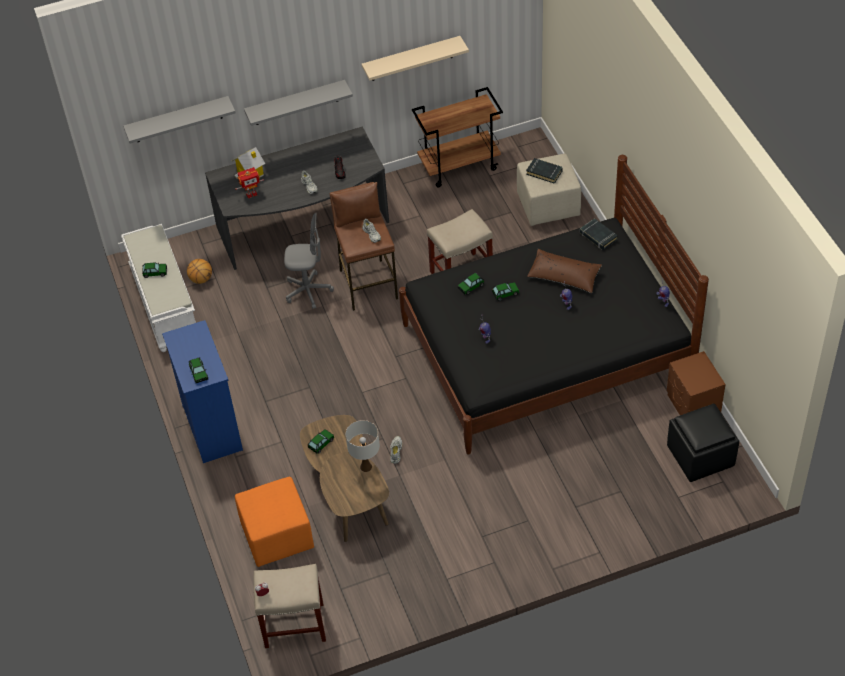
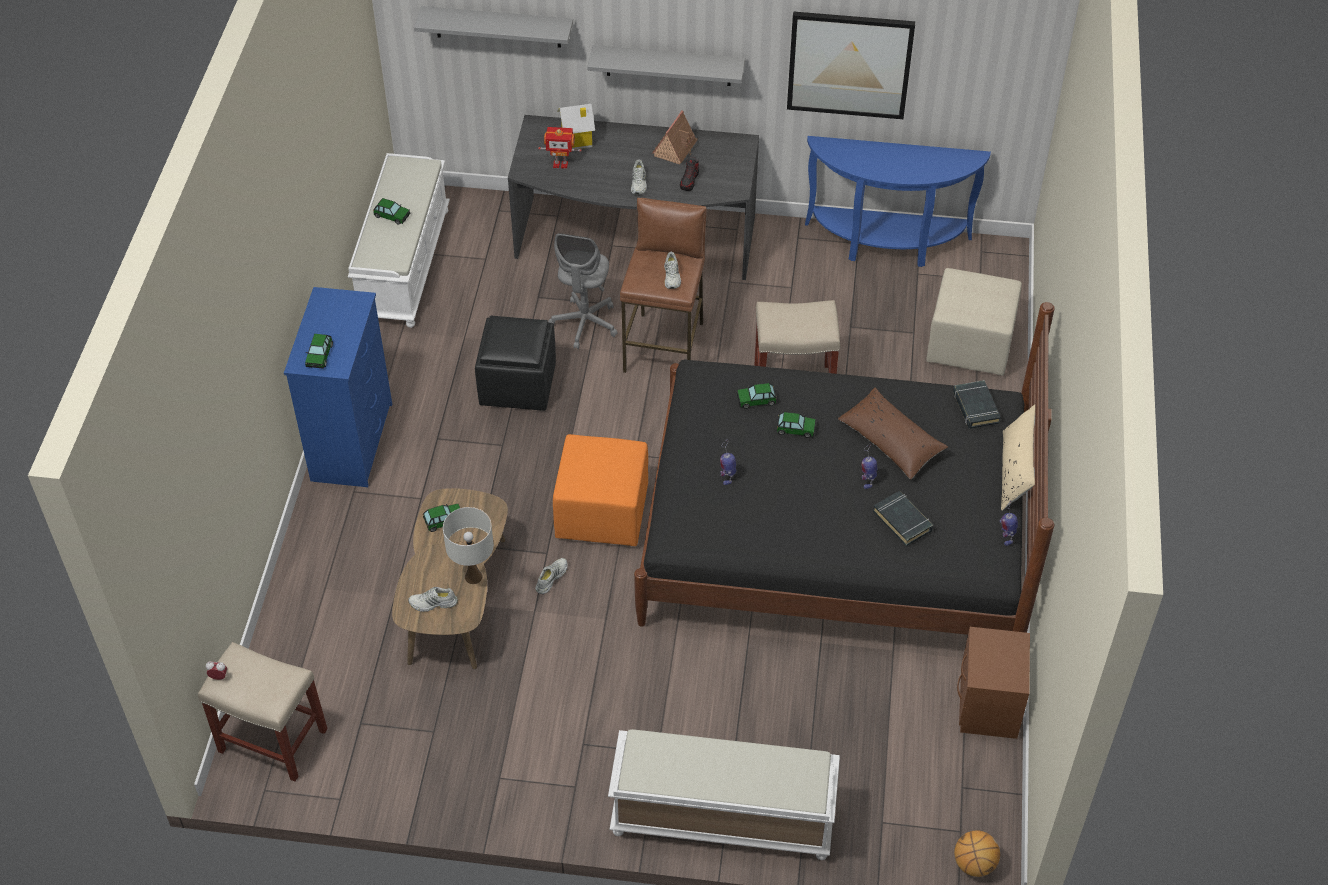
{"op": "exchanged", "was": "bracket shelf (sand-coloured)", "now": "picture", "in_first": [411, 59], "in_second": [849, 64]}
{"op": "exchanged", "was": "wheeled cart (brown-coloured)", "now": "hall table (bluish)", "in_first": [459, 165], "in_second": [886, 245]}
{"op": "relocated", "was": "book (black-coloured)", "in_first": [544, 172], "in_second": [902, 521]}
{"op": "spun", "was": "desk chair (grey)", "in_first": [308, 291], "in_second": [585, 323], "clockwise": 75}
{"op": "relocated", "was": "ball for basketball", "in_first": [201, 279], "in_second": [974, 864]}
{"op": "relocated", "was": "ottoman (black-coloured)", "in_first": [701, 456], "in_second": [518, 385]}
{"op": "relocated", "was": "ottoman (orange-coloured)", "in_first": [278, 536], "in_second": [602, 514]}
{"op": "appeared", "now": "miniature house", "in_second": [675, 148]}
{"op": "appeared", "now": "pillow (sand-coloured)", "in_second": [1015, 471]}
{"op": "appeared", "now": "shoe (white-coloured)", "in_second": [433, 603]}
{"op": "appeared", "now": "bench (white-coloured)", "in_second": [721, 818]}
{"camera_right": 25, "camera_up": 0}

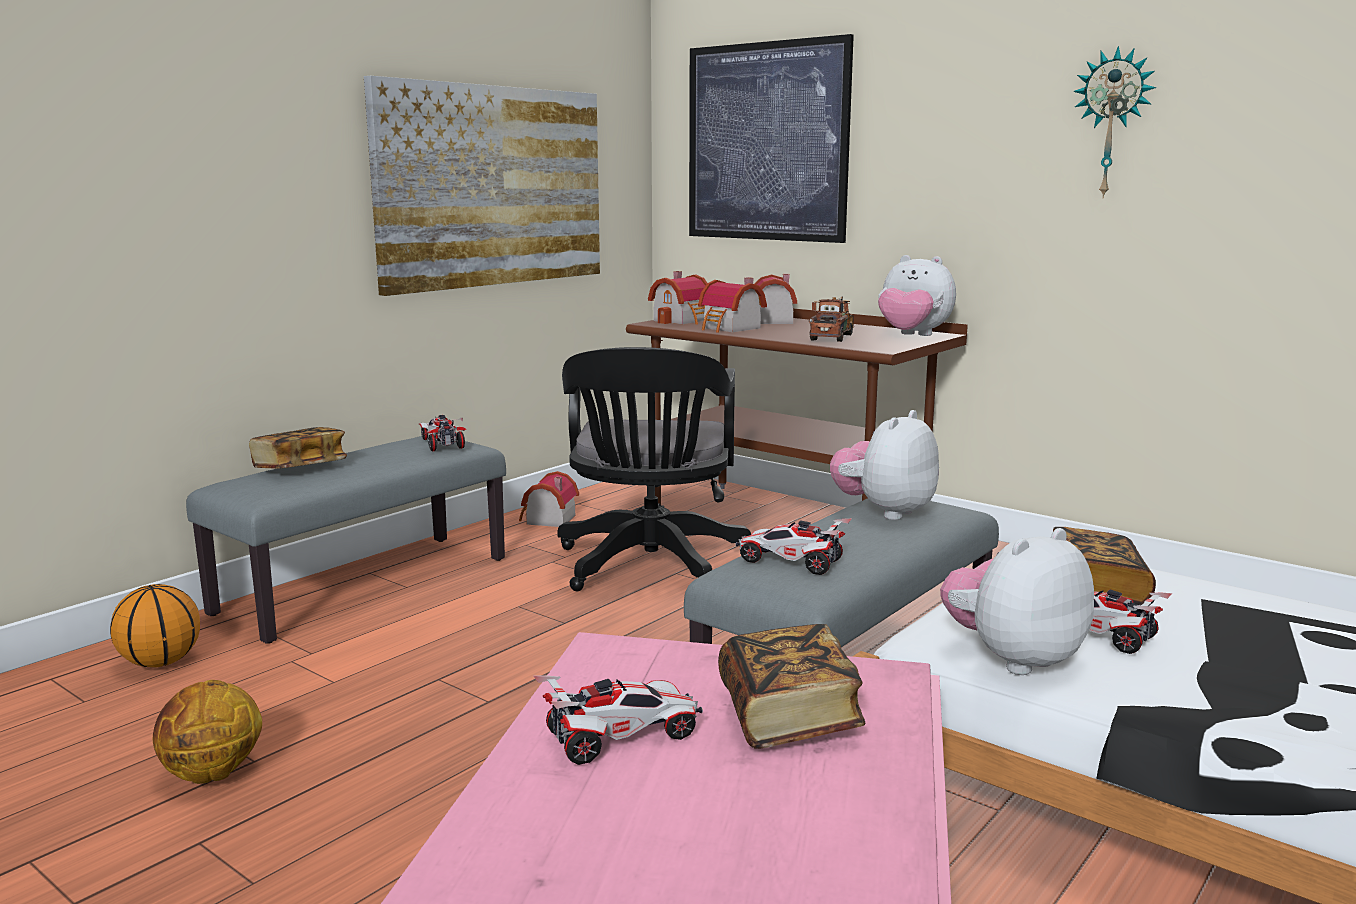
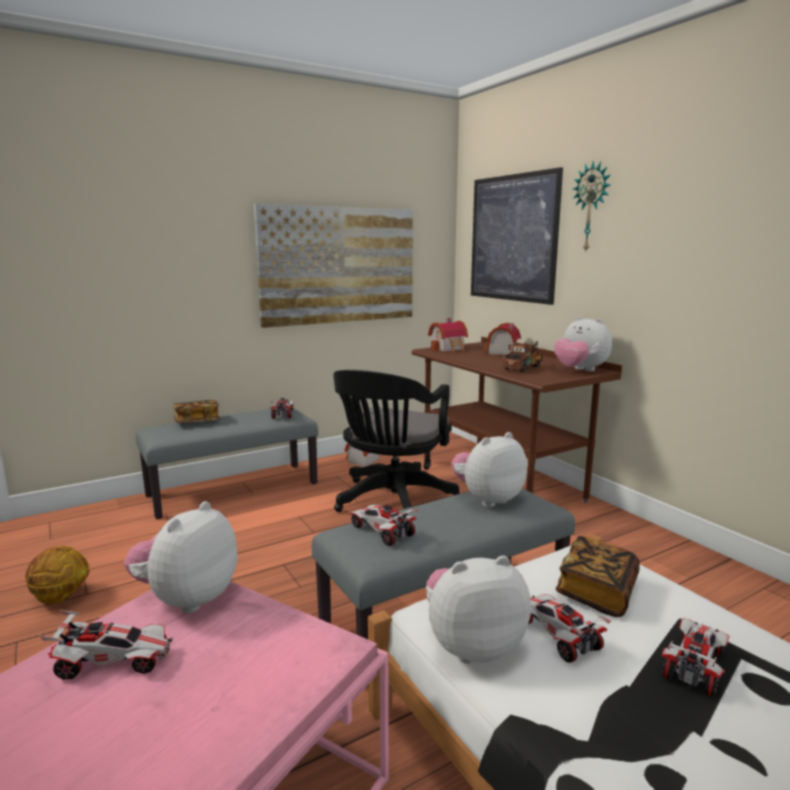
{"op": "relocated", "was": "clock on the wall", "in_first": [1112, 123], "in_second": [592, 207]}
{"op": "missing", "was": "miniature house", "in_first": [730, 328]}
{"op": "missing", "was": "ball for basketball", "in_first": [160, 663]}
{"op": "missing", "was": "book", "in_first": [788, 716]}
{"op": "appeared", "now": "soft toy", "in_second": [187, 599]}
{"op": "appeared", "now": "model car", "in_second": [694, 665]}
{"camera_right": 20, "camera_up": 0}

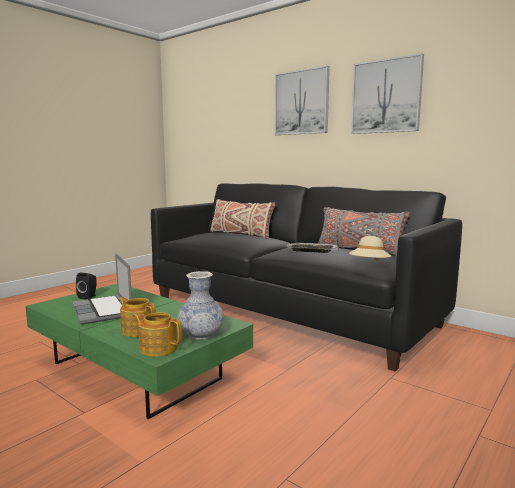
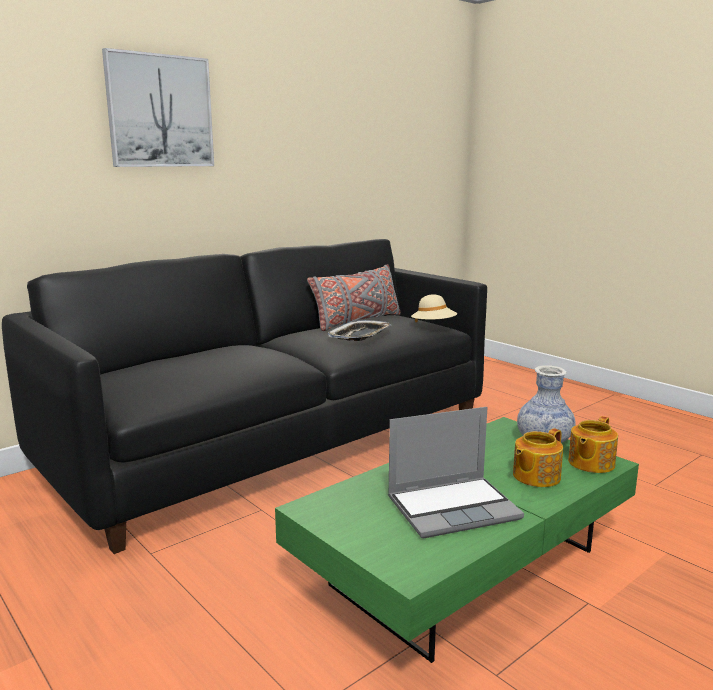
{"op": "missing", "was": "picture", "in_first": [386, 96]}
{"op": "missing", "was": "pillow (sand-coloured)", "in_first": [241, 234]}
{"op": "missing", "was": "audio speaker (black-coloured)", "in_first": [88, 297]}
{"camera_right": -80, "camera_up": 5}

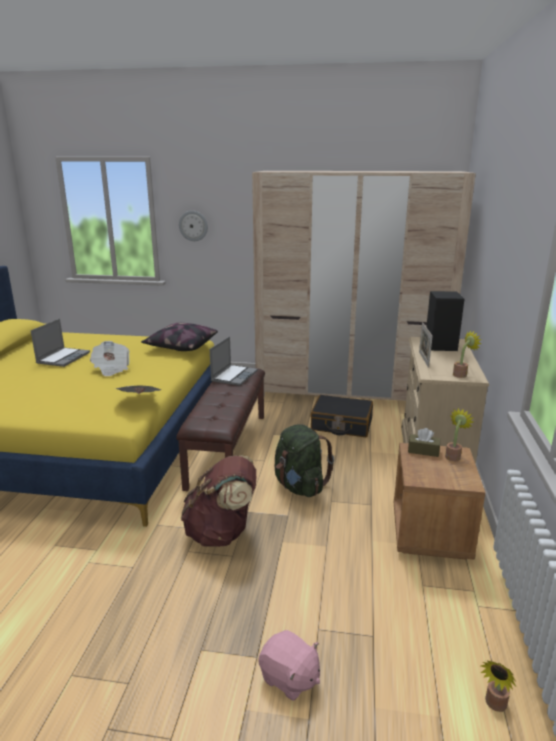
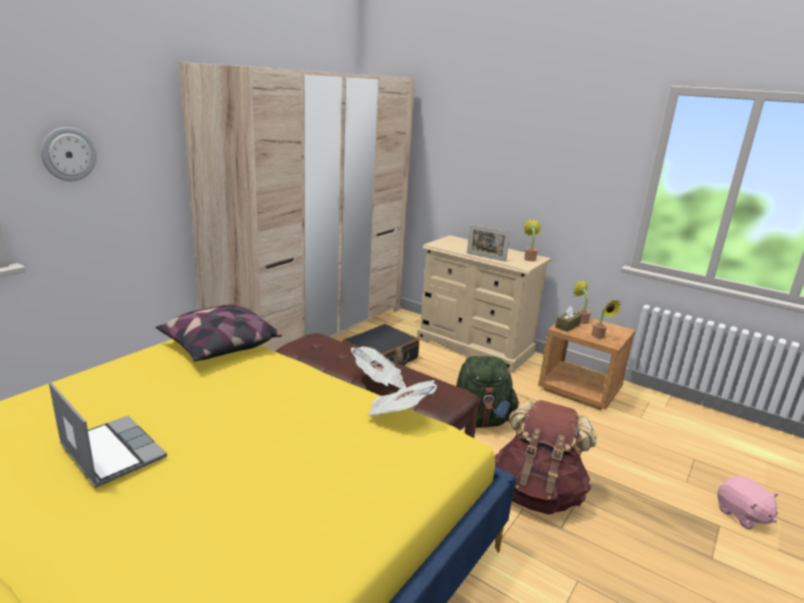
{"op": "missing", "was": "audio speaker (black-coloured)", "in_first": [441, 346]}
{"op": "missing", "was": "portable computer", "in_first": [234, 376]}
{"op": "relocated", "was": "daily paper", "in_first": [111, 368], "in_second": [379, 381]}
{"op": "spun", "was": "soft toy (pink-coloured)", "in_first": [289, 678], "in_second": [742, 515], "clockwise": 90}
{"op": "relocated", "was": "houseplant", "in_first": [494, 705], "in_second": [600, 336]}
{"camera_right": -65, "camera_up": 0}

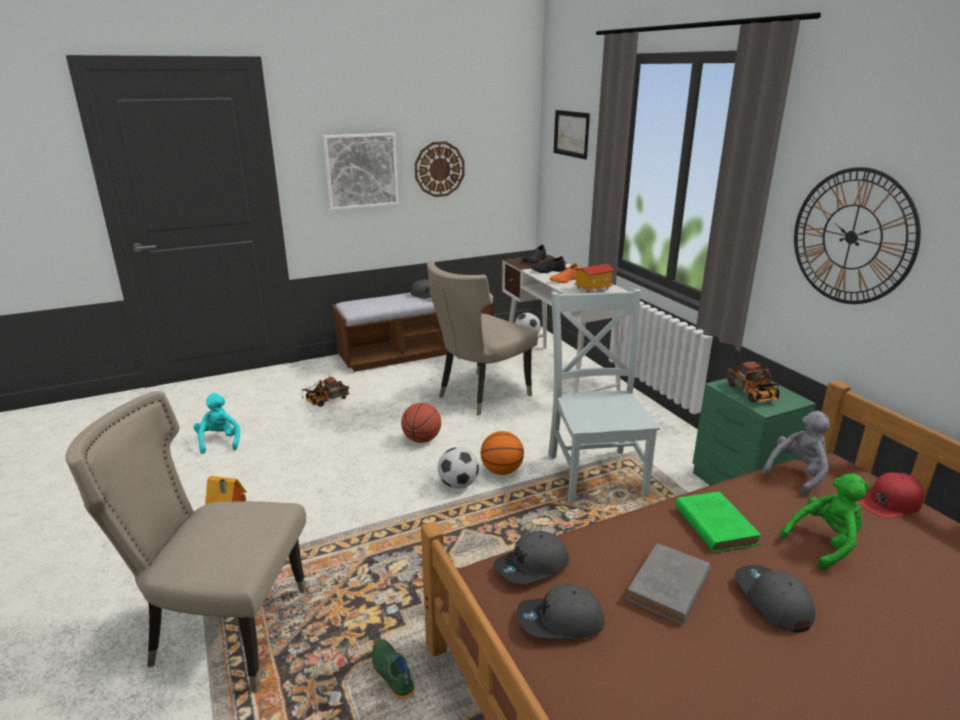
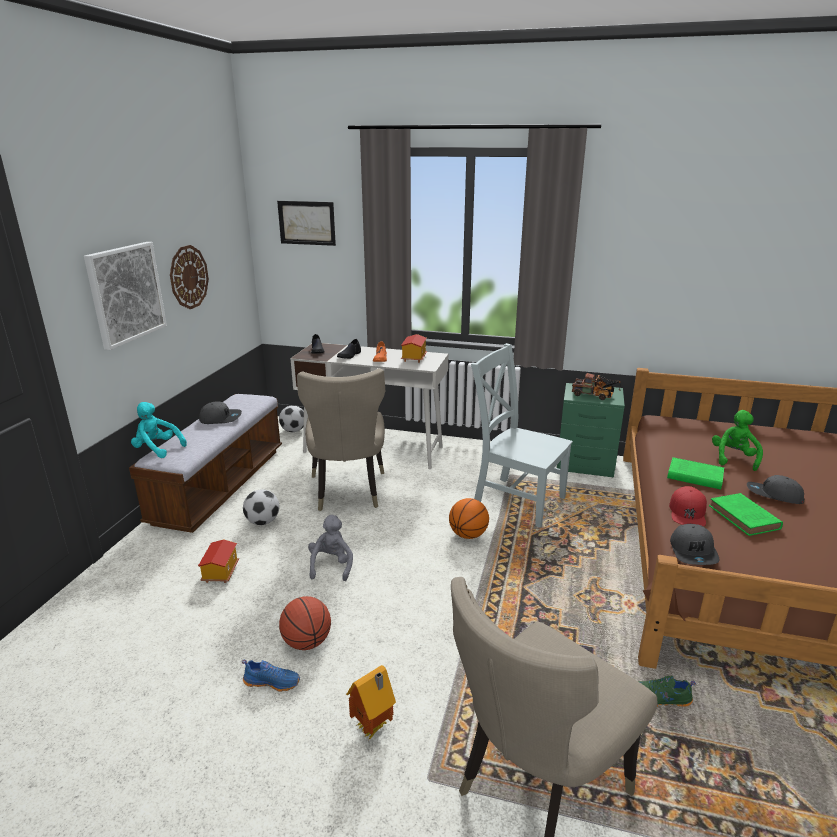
{"op": "missing", "was": "clock on the wall", "in_first": [852, 237]}
{"op": "exchanged", "was": "model truck", "now": "miniature house", "in_first": [325, 400], "in_second": [220, 572]}
{"op": "relocated", "was": "soft toy (blue-green)", "in_first": [219, 441], "in_second": [157, 449]}
{"op": "relocated", "was": "ball for basketball", "in_first": [421, 439], "in_second": [306, 642]}
{"op": "relocated", "was": "soft toy (grey)", "in_first": [797, 474], "in_second": [331, 565]}
{"op": "relocated", "was": "ball for football", "in_first": [458, 484], "in_second": [263, 522]}
{"op": "relocated", "was": "cap (red-coloured)", "in_first": [890, 502], "in_second": [687, 512]}
{"op": "colour", "was": "book (grey)", "now": "book (green)", "in_first": [667, 588], "in_second": [745, 518]}
{"op": "missing", "was": "cap (grey)", "in_first": [560, 622]}
{"op": "appeared", "now": "shoe (bluish)", "in_second": [272, 681]}
{"camera_right": -50, "camera_up": 0}

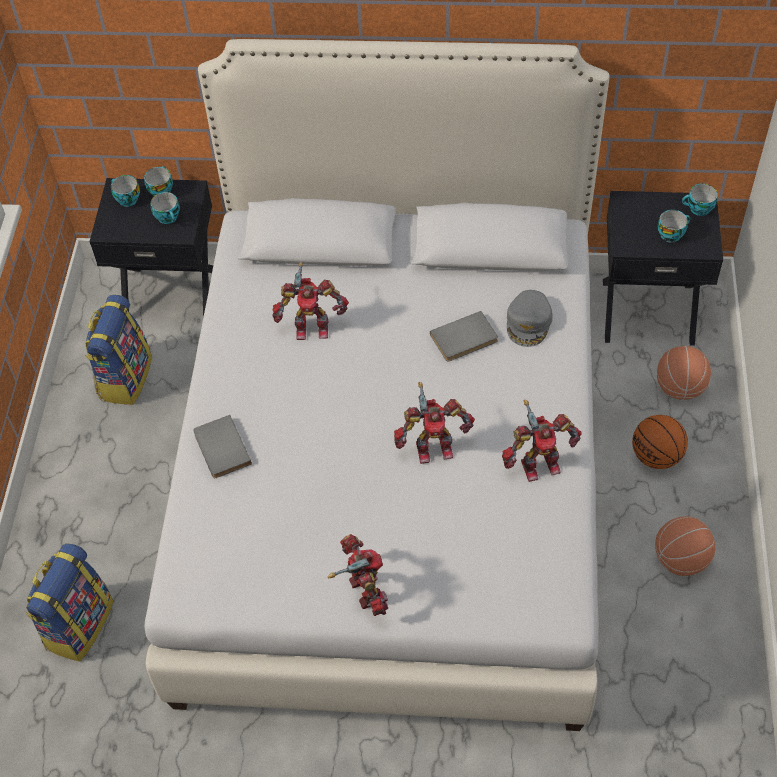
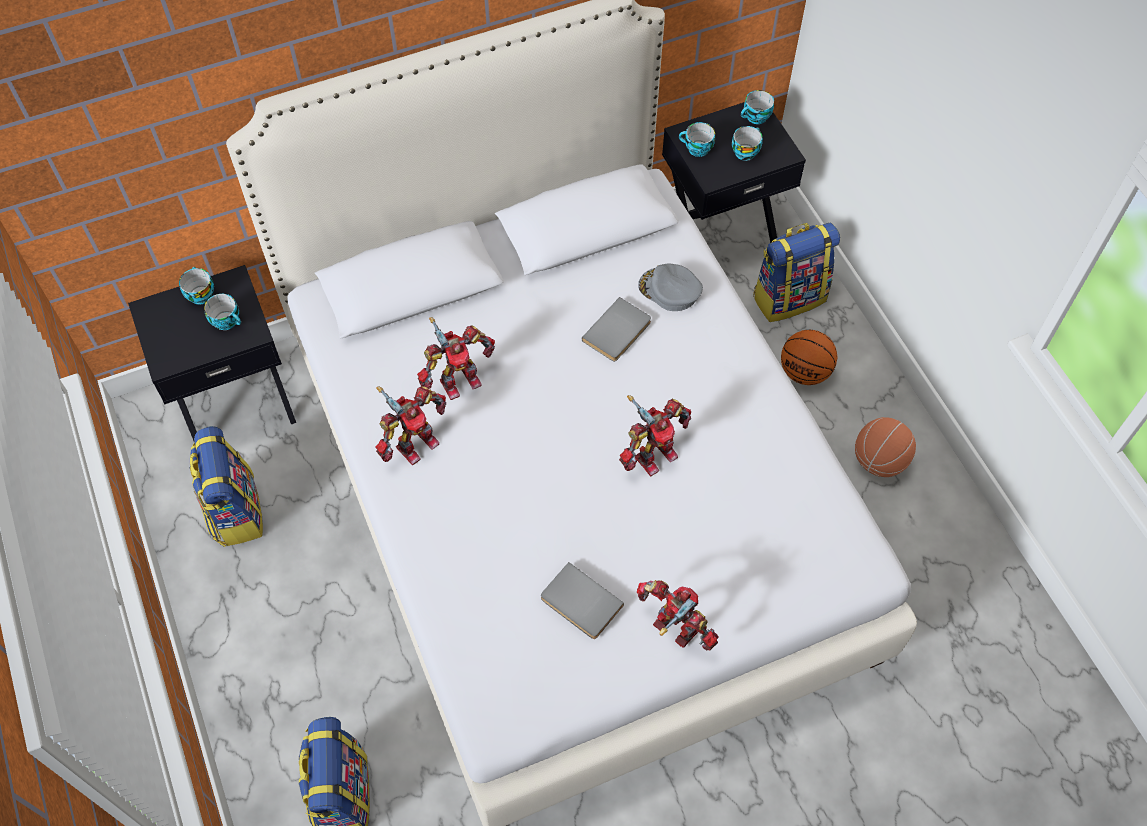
{"op": "relocated", "was": "cup", "in_first": [126, 199], "in_second": [696, 149]}
{"op": "spun", "was": "cap (grey)", "in_first": [529, 322], "in_second": [669, 290], "clockwise": 135}
{"op": "exchanged", "was": "ball for basketball", "now": "rucksack", "in_first": [679, 387], "in_second": [789, 297]}
{"op": "relocated", "was": "toy robot", "in_first": [539, 464], "in_second": [415, 443]}
{"op": "relocated", "was": "book (grey)", "in_first": [220, 449], "in_second": [579, 604]}
{"camera_right": -30, "camera_up": 5}

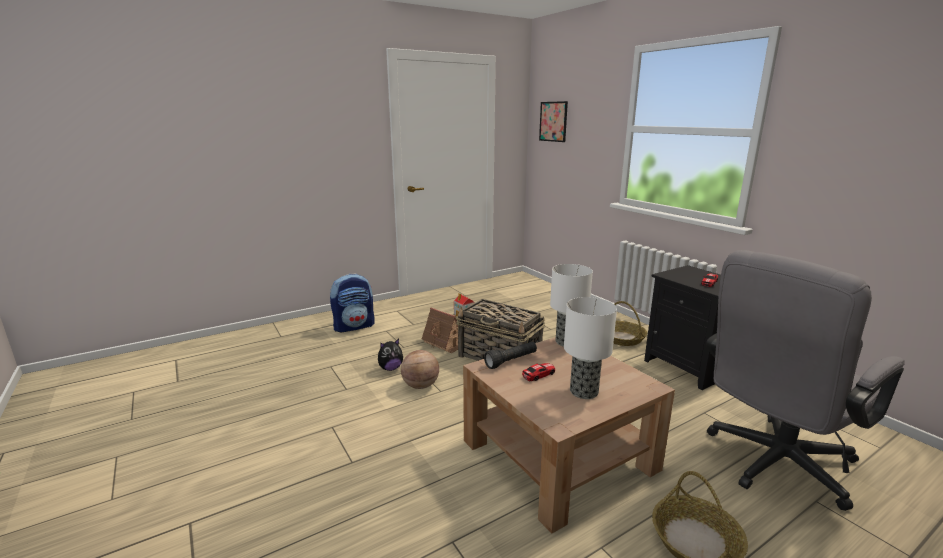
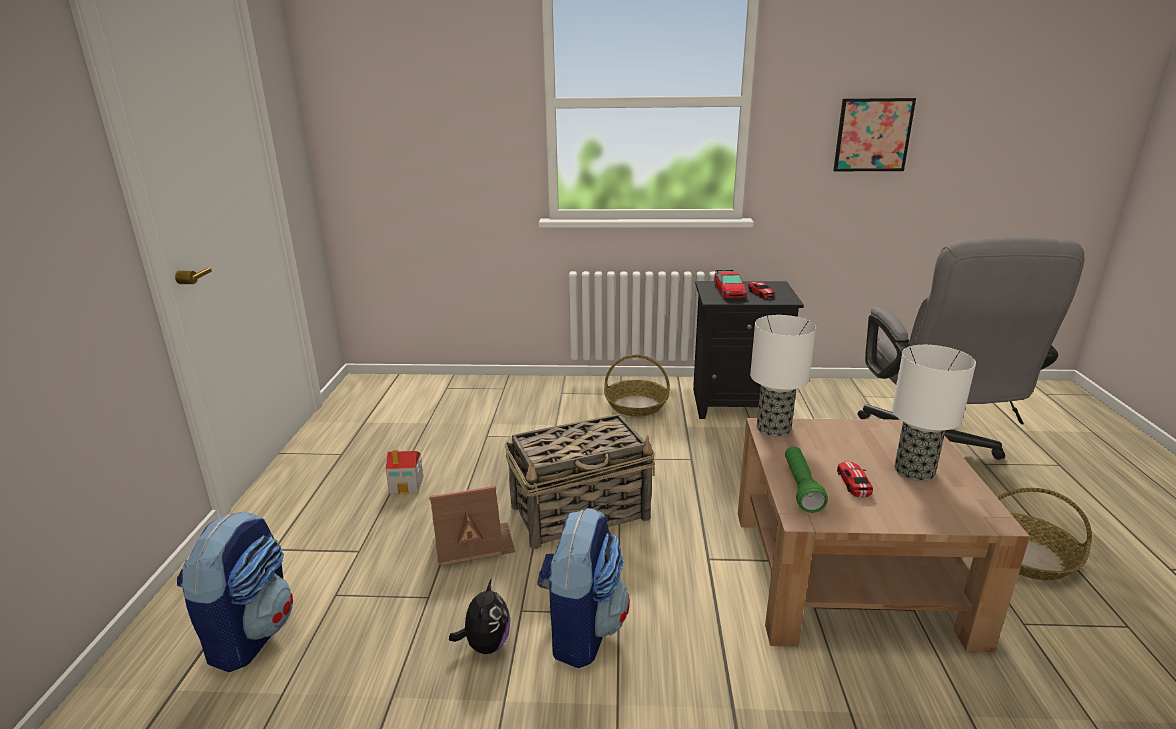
{"op": "relocated", "was": "picture", "in_first": [553, 121], "in_second": [873, 135]}
{"op": "colour", "was": "torch (black-coloured)", "now": "torch (green)", "in_first": [511, 361], "in_second": [801, 487]}
{"op": "exchanged", "was": "ball for basketball", "now": "rucksack", "in_first": [420, 386], "in_second": [581, 629]}
{"op": "appeared", "now": "model car", "in_second": [729, 291]}
{"camera_right": -55, "camera_up": 5}

